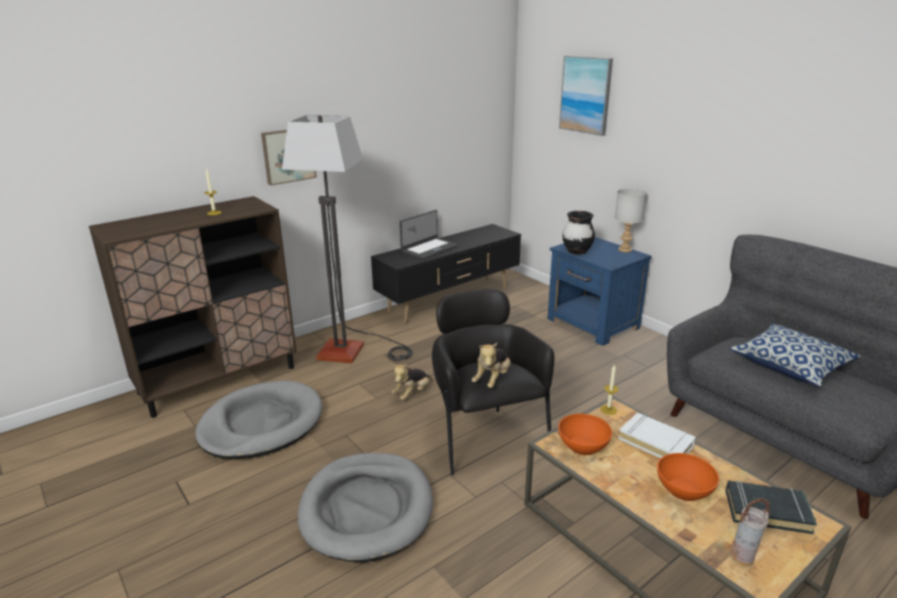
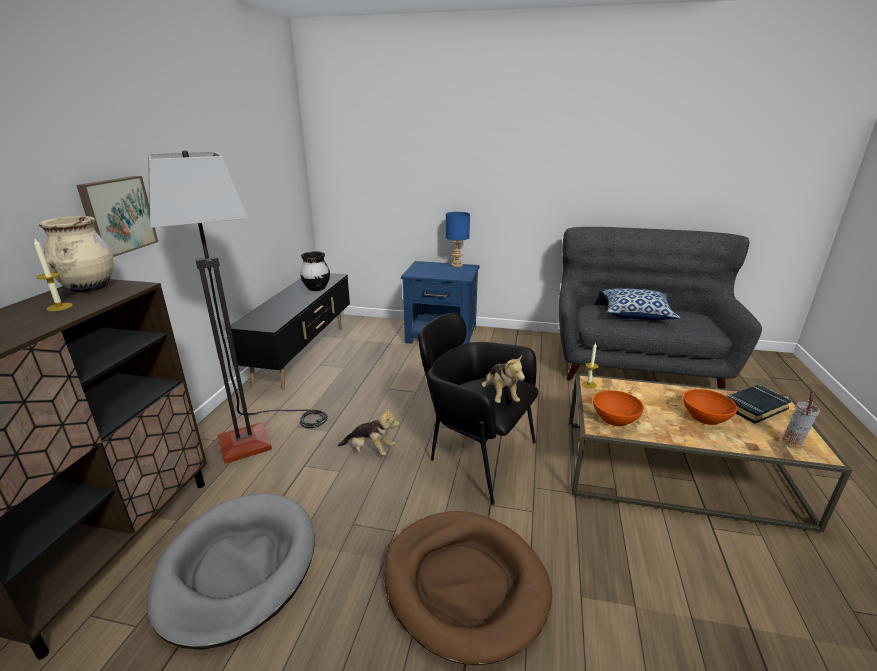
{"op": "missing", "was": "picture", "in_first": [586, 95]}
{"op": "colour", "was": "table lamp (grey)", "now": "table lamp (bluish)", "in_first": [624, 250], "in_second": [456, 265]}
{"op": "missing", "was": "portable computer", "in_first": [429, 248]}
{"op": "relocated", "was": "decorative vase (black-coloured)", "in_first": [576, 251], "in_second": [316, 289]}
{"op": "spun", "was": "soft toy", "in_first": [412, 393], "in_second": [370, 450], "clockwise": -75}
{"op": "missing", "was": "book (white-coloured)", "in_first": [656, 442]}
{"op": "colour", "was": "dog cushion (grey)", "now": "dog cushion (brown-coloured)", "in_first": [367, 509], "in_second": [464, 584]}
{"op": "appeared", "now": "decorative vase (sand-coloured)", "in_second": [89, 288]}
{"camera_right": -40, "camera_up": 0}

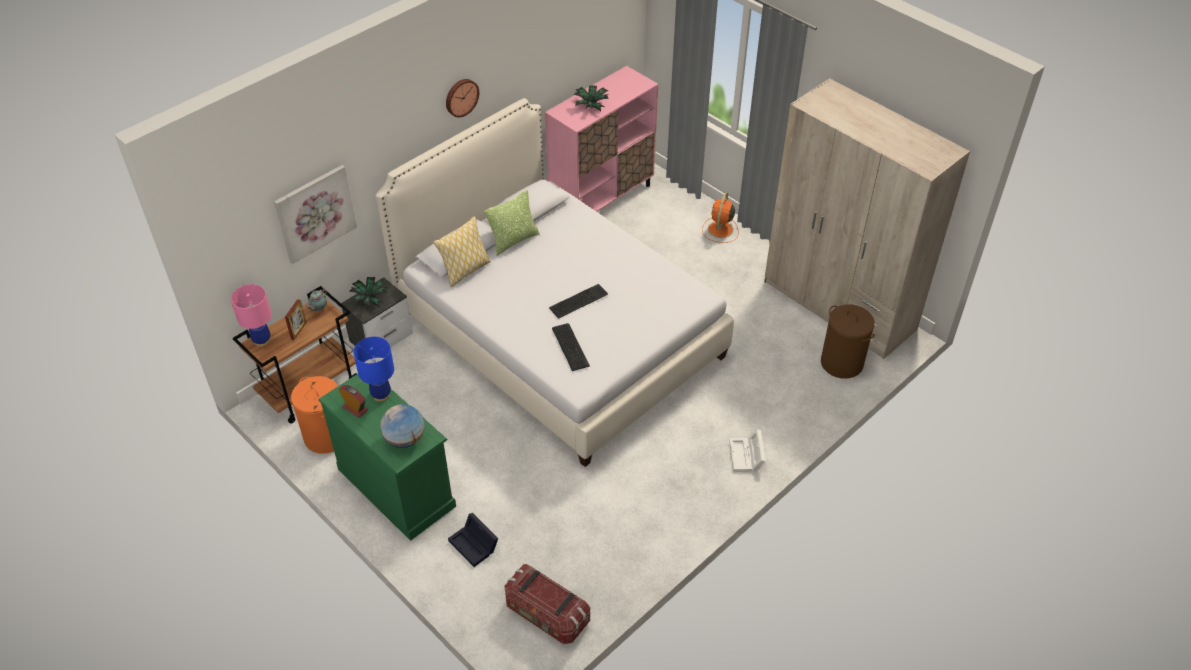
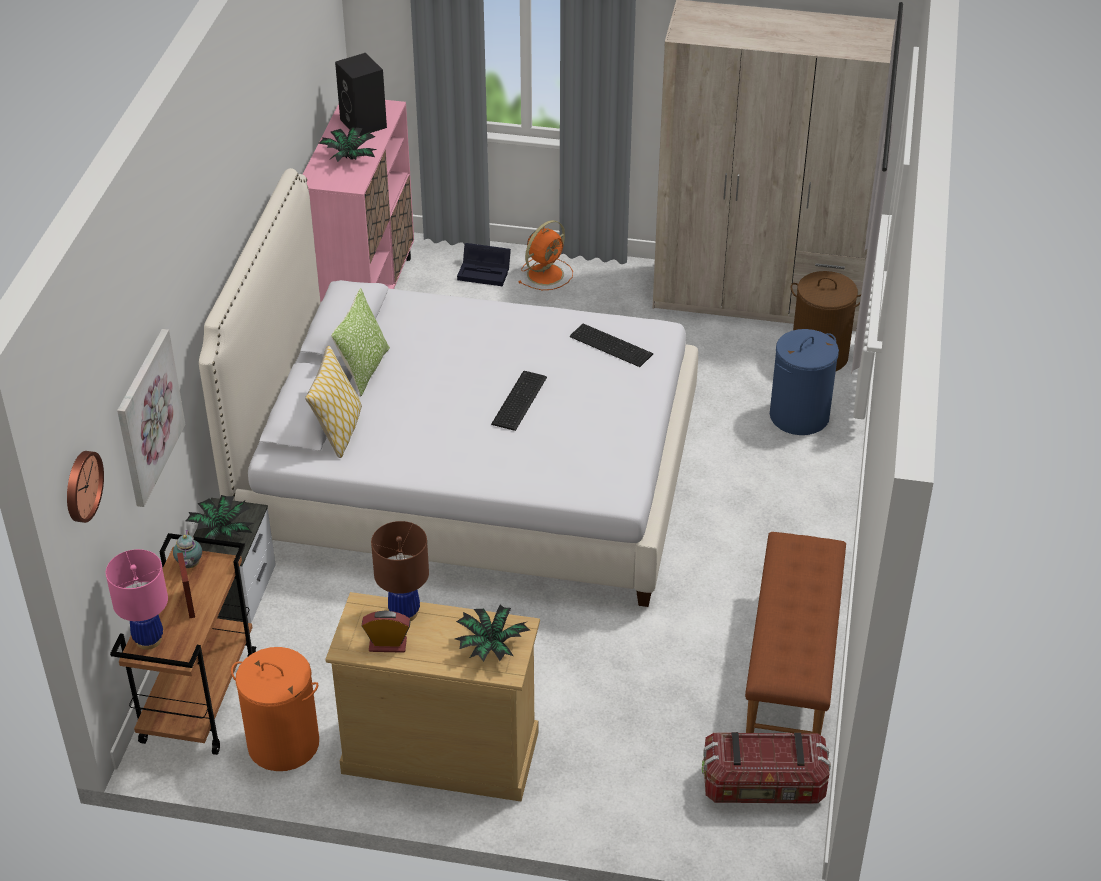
{"op": "relocated", "was": "clock on the wall", "in_first": [461, 97], "in_second": [81, 486]}
{"op": "spun", "was": "cooling fan (orange-coloured)", "in_first": [720, 230], "in_second": [546, 273], "clockwise": -120}
{"op": "relocated", "was": "PC keyboard", "in_first": [571, 346], "in_second": [611, 344]}
{"op": "colour", "was": "table lamp (bluish)", "now": "table lamp (brown-coloured)", "in_first": [381, 395], "in_second": [404, 613]}
{"op": "colour", "was": "drawer chest (green)", "now": "drawer chest (sand-coloured)", "in_first": [396, 487], "in_second": [440, 752]}
{"op": "exchanged", "was": "desk globe", "now": "houseplant", "in_first": [405, 439], "in_second": [490, 646]}
{"op": "missing", "was": "storage container (white-coloured)", "in_first": [746, 457]}
{"op": "relocated", "was": "storage container (black-coloured)", "in_first": [475, 545], "in_second": [485, 272]}
{"op": "appeared", "now": "audio speaker (black-coloured)", "in_second": [364, 124]}
{"op": "appeared", "now": "washing basket (bluish)", "in_second": [799, 416]}
{"op": "appeared", "now": "bench (brown-coloured)", "in_second": [792, 665]}
{"camera_right": -35, "camera_up": -5}

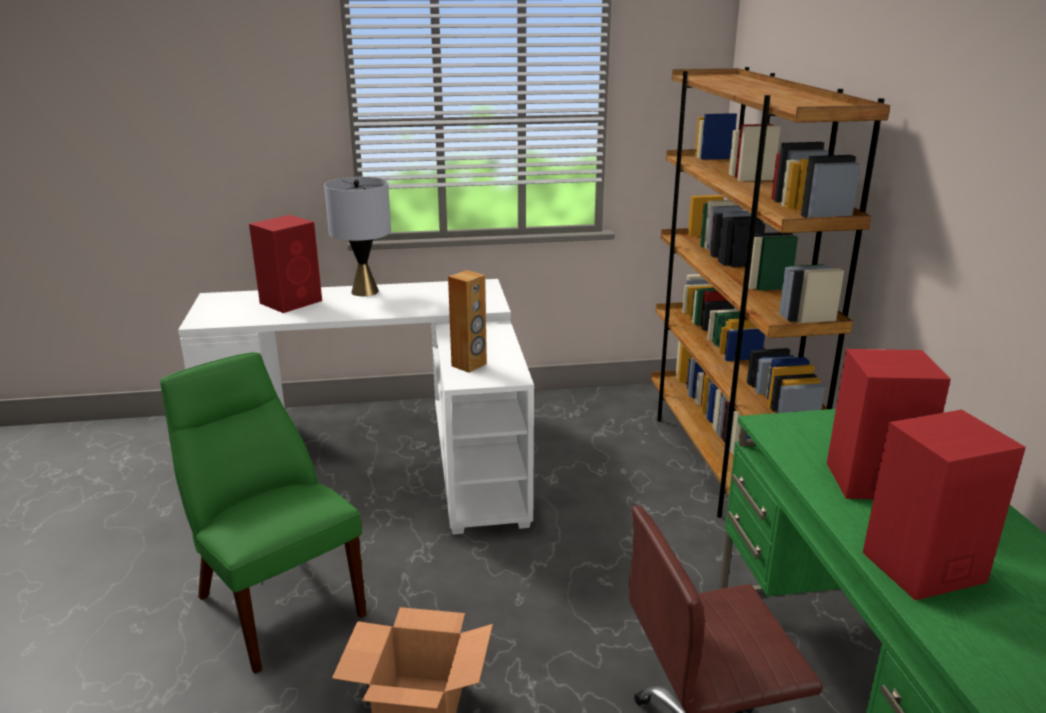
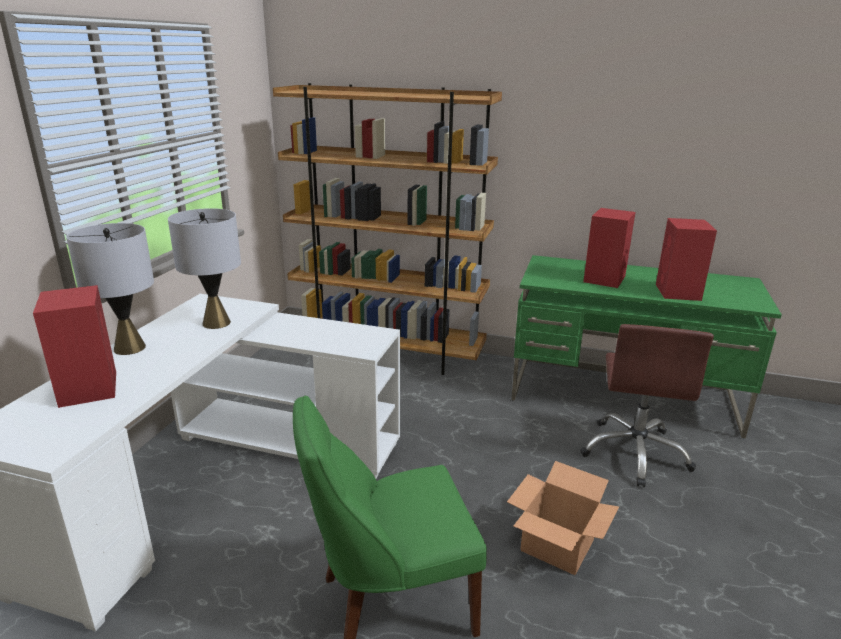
{"op": "missing", "was": "audio speaker (brown-coloured)", "in_first": [469, 365]}
{"op": "appeared", "now": "table lamp (grey)", "in_second": [216, 323]}
{"camera_right": -65, "camera_up": 0}

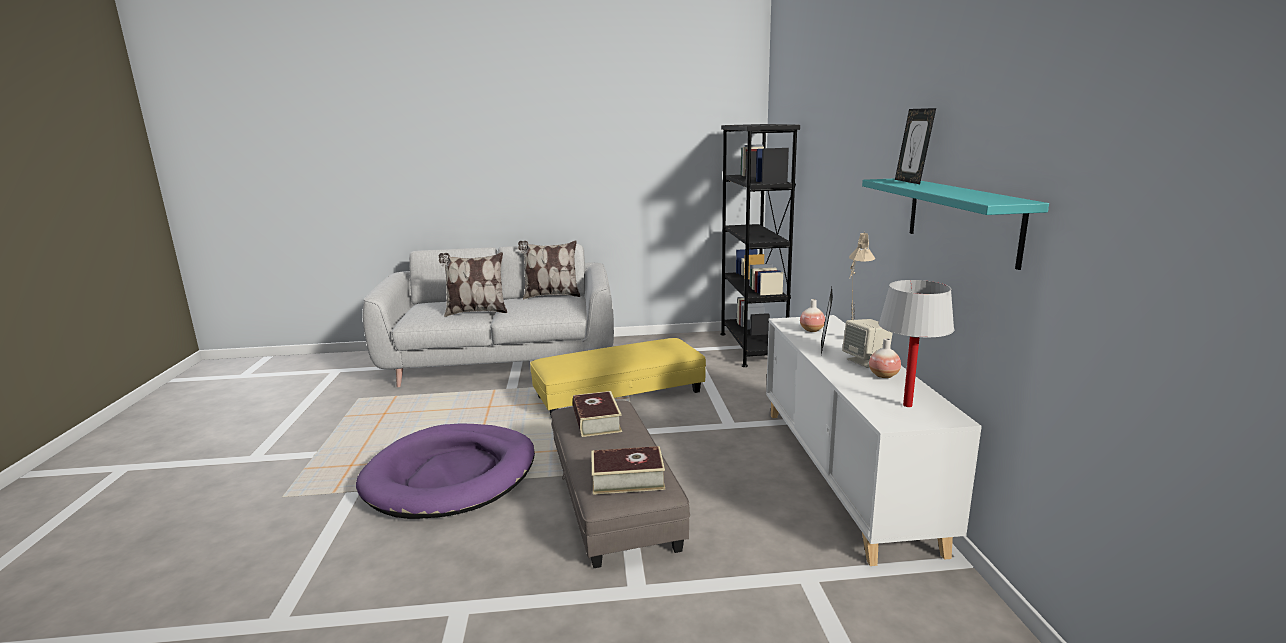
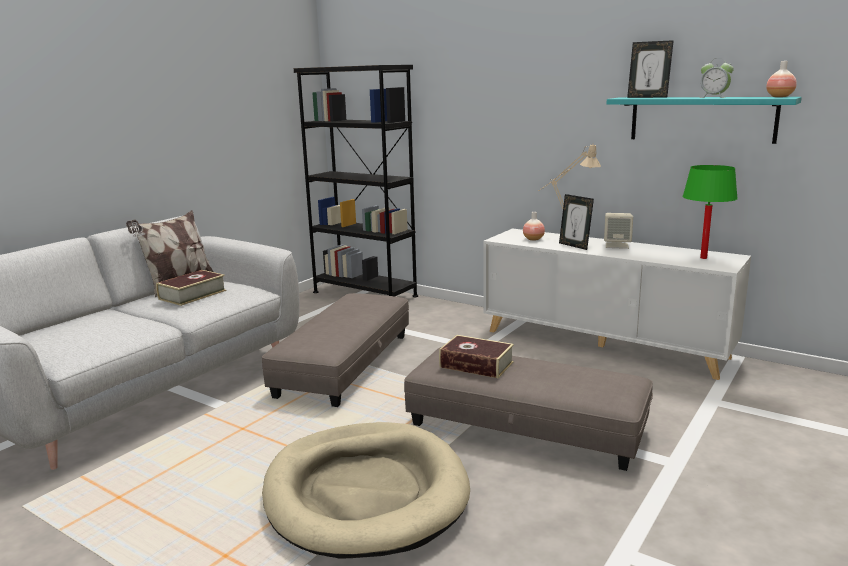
{"op": "missing", "was": "pillow", "in_first": [476, 312]}
{"op": "colour", "was": "table lamp (white-coloured)", "now": "table lamp (green)", "in_first": [907, 405], "in_second": [703, 258]}
{"op": "colour", "was": "ottoman (yellow-coloured)", "now": "ottoman (grey)", "in_first": [619, 394], "in_second": [345, 364]}
{"op": "relocated", "was": "decorative vase", "in_first": [883, 375], "in_second": [779, 97]}
{"op": "colour", "was": "dog cushion (purple)", "now": "dog cushion (sand-coloured)", "in_first": [451, 475], "in_second": [365, 493]}
{"op": "relocated", "was": "book", "in_first": [627, 479], "in_second": [192, 295]}
{"op": "appeared", "now": "table clock", "in_second": [714, 97]}
{"camera_right": -50, "camera_up": 0}

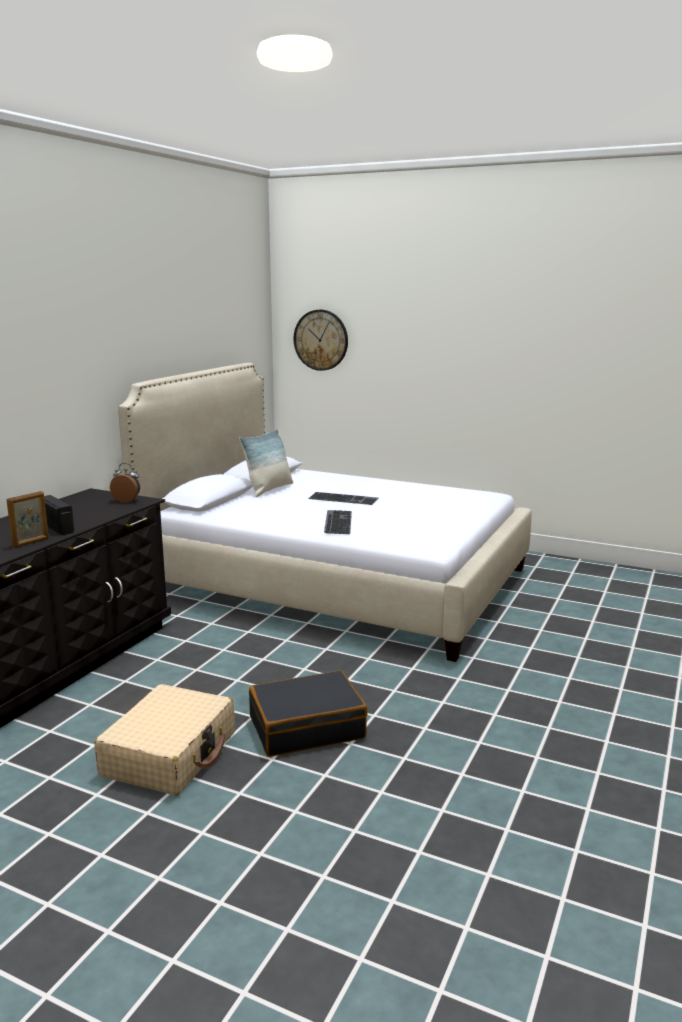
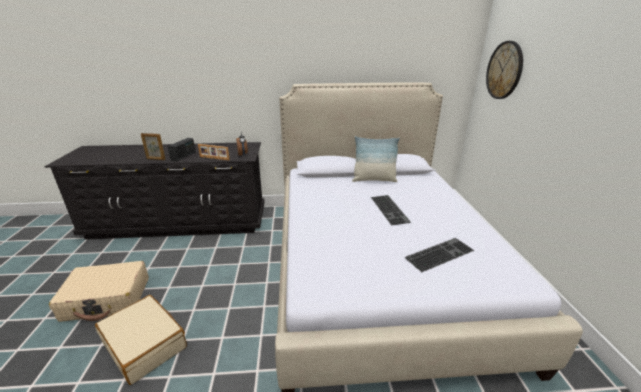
{"op": "relocated", "was": "PC keyboard", "in_first": [337, 522], "in_second": [439, 253]}
{"op": "colour", "was": "suitcase (black-coloured)", "now": "suitcase (sand-coloured)", "in_first": [306, 727], "in_second": [145, 344]}
{"op": "appeared", "now": "standing frame", "in_second": [214, 158]}
{"camera_right": 60, "camera_up": 10}

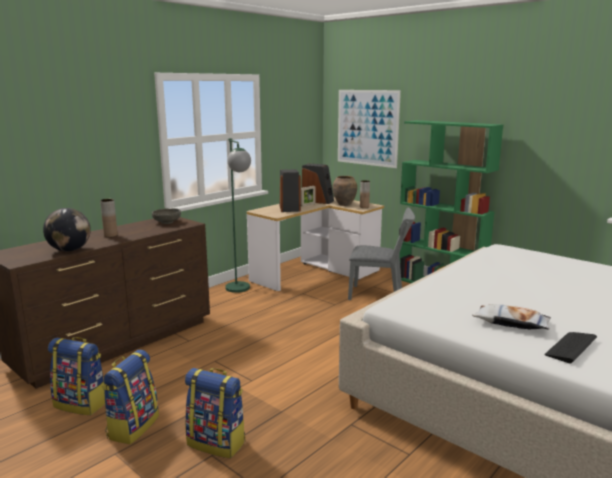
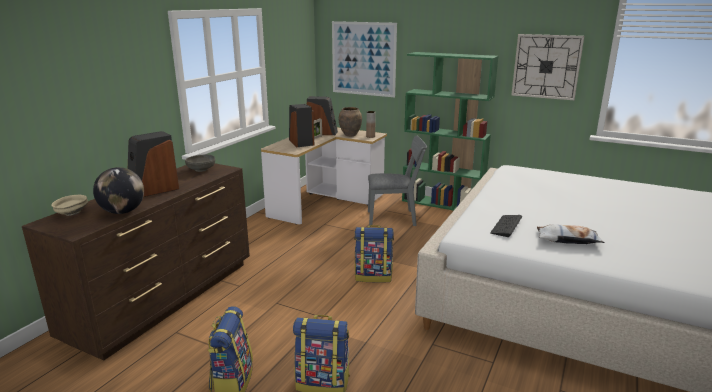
{"op": "missing", "was": "standard lamp (green)", "in_first": [240, 291]}
{"op": "exchanged", "was": "decorative vase (brown-coloured)", "now": "audio speaker", "in_first": [110, 235], "in_second": [153, 190]}
{"op": "relocated", "was": "PC keyboard", "in_first": [570, 347], "in_second": [506, 226]}
{"op": "relocated", "was": "rucksack", "in_first": [82, 404], "in_second": [373, 276]}
{"op": "appeared", "now": "clock on the wall", "in_second": [546, 66]}
{"op": "appeared", "now": "bowl (sand-coloured)", "in_second": [71, 213]}
{"camera_right": -15, "camera_up": 5}

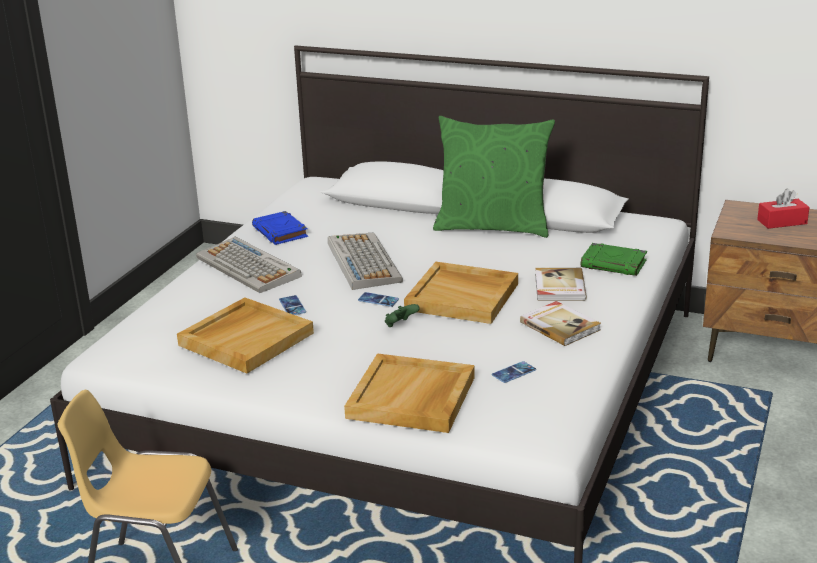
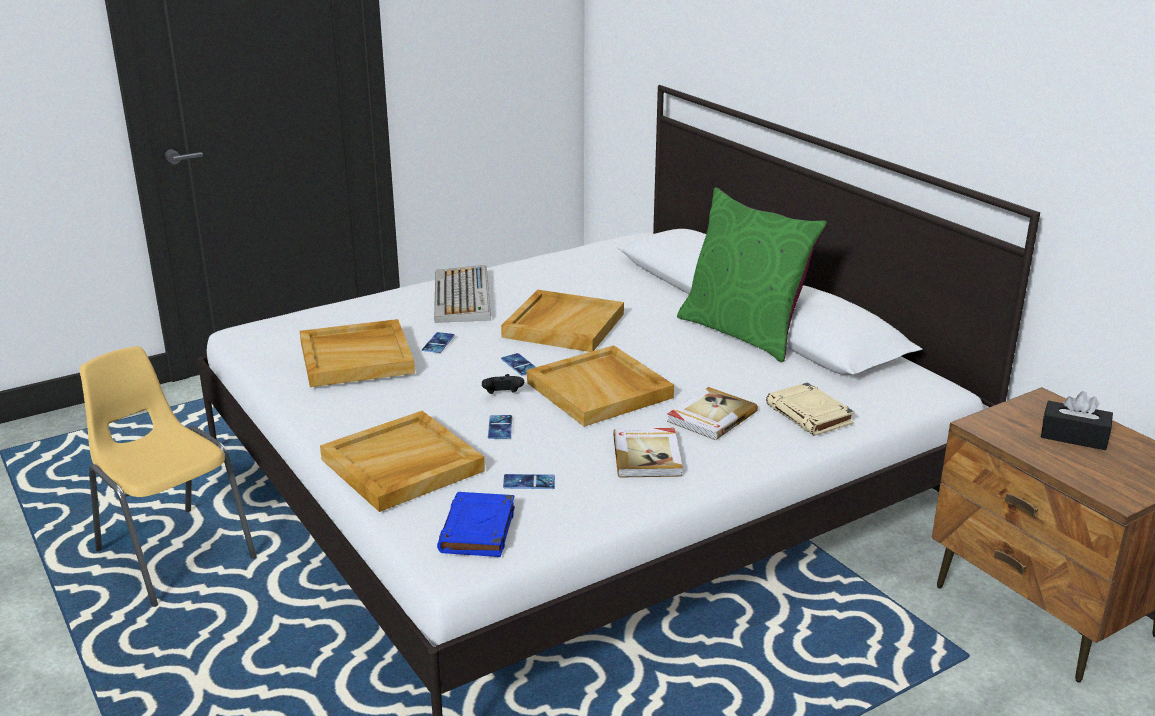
{"op": "colour", "was": "tissue box (red-coloured)", "now": "tissue box (black-coloured)", "in_first": [782, 222], "in_second": [1074, 436]}
{"op": "relocated", "was": "book (bluish)", "in_first": [280, 232], "in_second": [478, 531]}
{"op": "exchanged", "was": "PC keyboard", "now": "serving tray (sand-coloured)", "in_first": [362, 262], "in_second": [563, 325]}
{"op": "colour", "was": "book (green)", "now": "book (sand-coloured)", "in_first": [614, 264], "in_second": [810, 415]}
{"op": "colour", "was": "gamepad (green)", "now": "gamepad (black-coloured)", "in_first": [400, 325], "in_second": [503, 396]}
{"op": "appeared", "now": "phone", "in_second": [500, 427]}
{"camera_right": 35, "camera_up": 0}

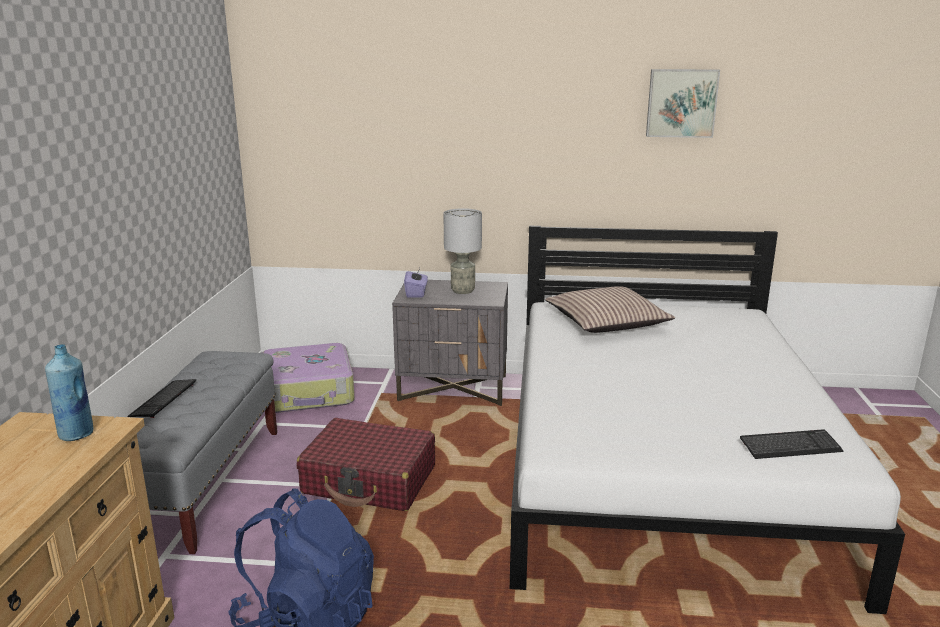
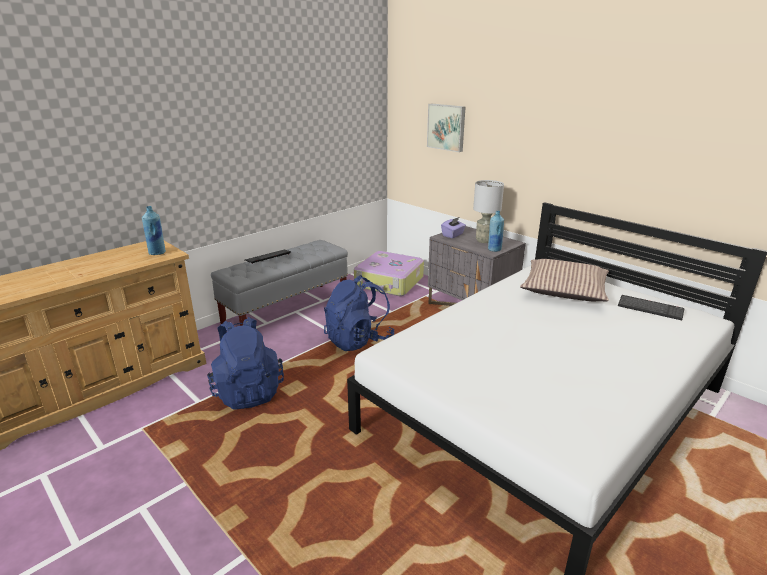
{"op": "relocated", "was": "picture", "in_first": [681, 103], "in_second": [447, 127]}
{"op": "exchanged", "was": "suitcase (red-coloured)", "now": "rucksack (bluish)", "in_first": [370, 480], "in_second": [358, 340]}
{"op": "relocated", "was": "PC keyboard", "in_first": [790, 446], "in_second": [650, 308]}
{"op": "appeared", "now": "bottle (bluish)", "in_second": [494, 249]}
{"camera_right": 40, "camera_up": 5}

